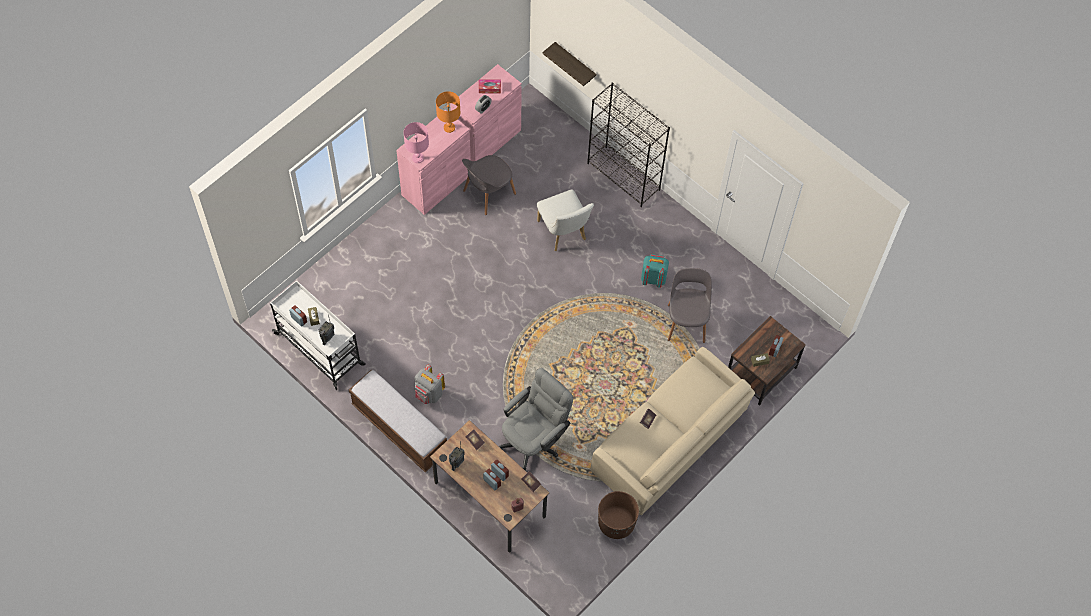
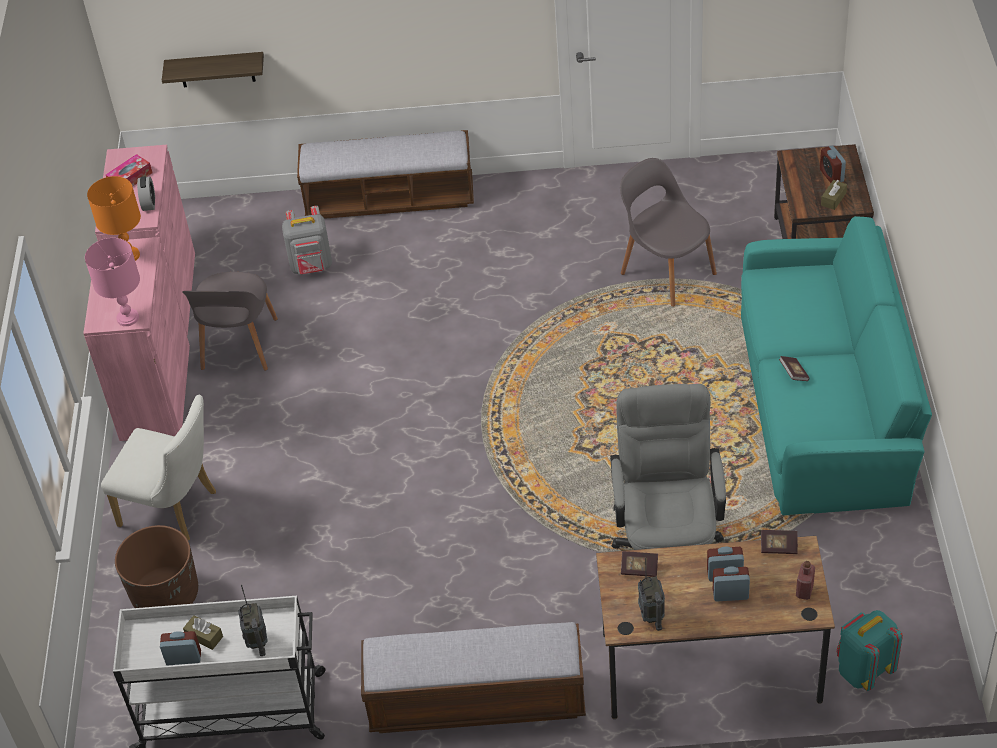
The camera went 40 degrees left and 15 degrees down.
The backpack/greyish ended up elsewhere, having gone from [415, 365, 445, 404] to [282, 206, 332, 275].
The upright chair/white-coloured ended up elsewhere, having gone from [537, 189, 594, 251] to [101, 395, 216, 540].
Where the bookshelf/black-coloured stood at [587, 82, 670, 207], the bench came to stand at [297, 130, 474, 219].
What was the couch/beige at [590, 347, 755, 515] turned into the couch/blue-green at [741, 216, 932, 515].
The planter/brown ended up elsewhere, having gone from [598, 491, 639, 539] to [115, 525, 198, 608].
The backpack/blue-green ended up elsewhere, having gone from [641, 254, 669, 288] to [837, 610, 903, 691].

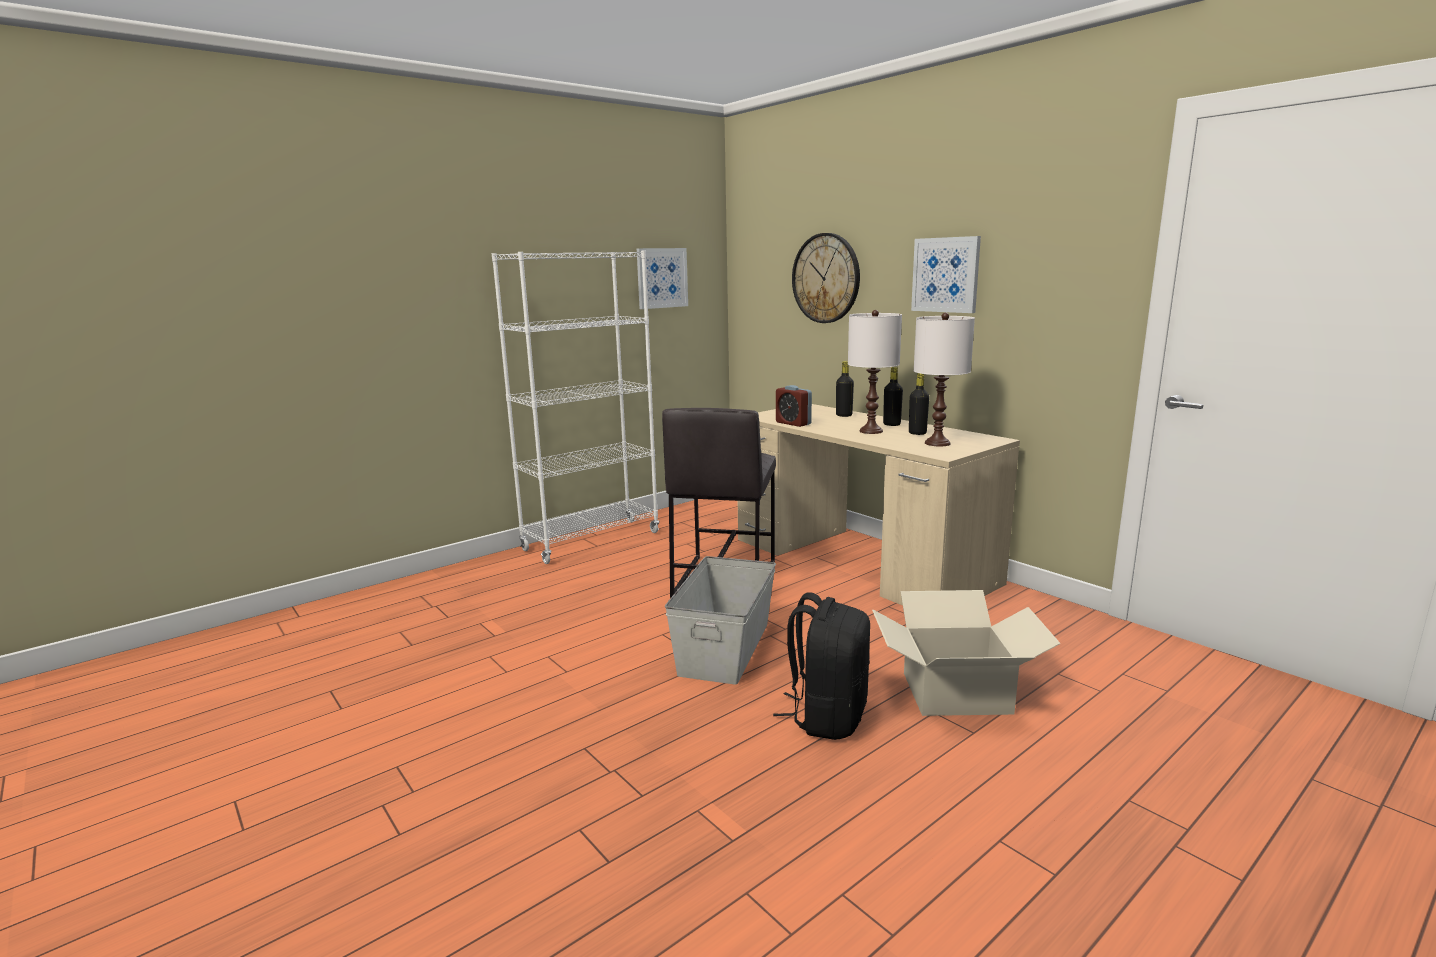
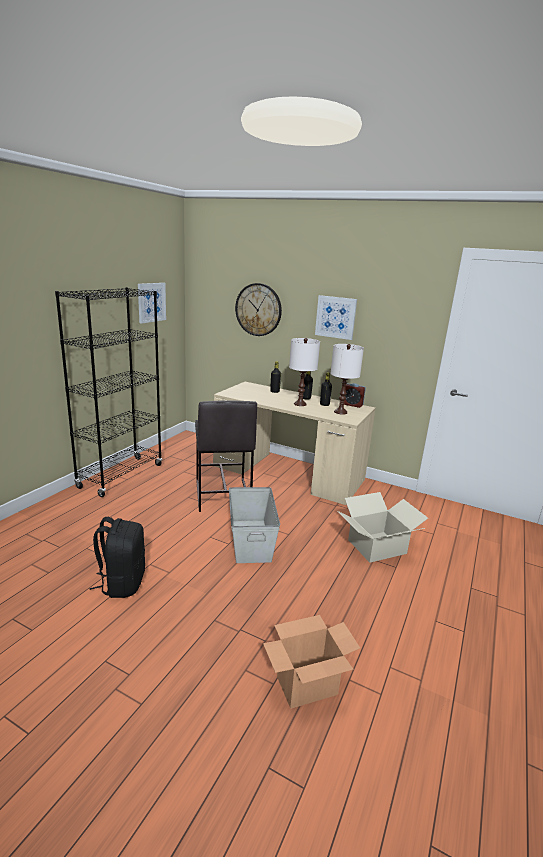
The camera went 25 degrees left and 5 degrees up.
What was the bookshelf/white-coloured at [492, 251, 659, 564] turned into the bookshelf/black-coloured at [55, 287, 162, 497].
The backpack/black-coloured ended up elsewhere, having gone from [773, 593, 870, 740] to [89, 517, 145, 598].
The table clock ended up elsewhere, having gone from [776, 385, 812, 427] to [344, 383, 366, 408].
The second view gained the packing box at [263, 615, 360, 709].

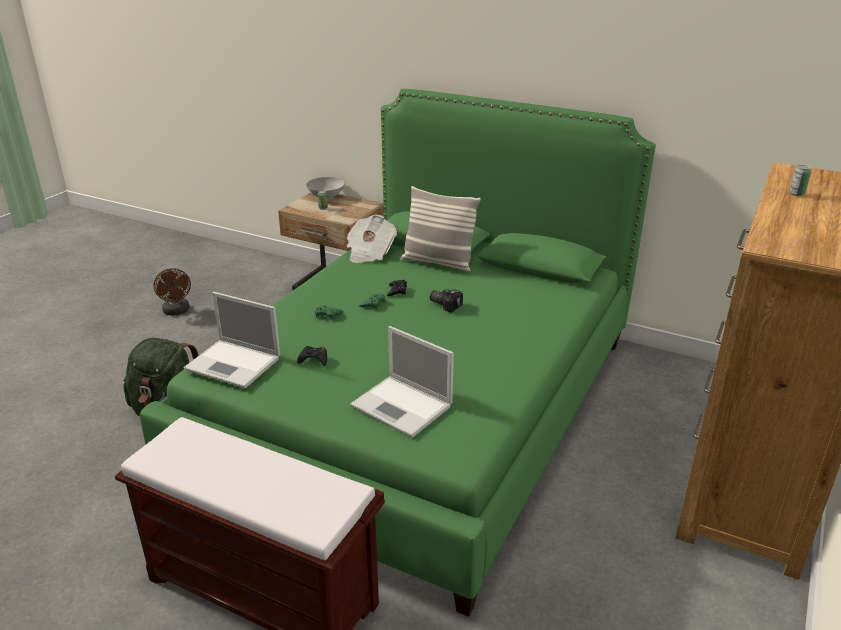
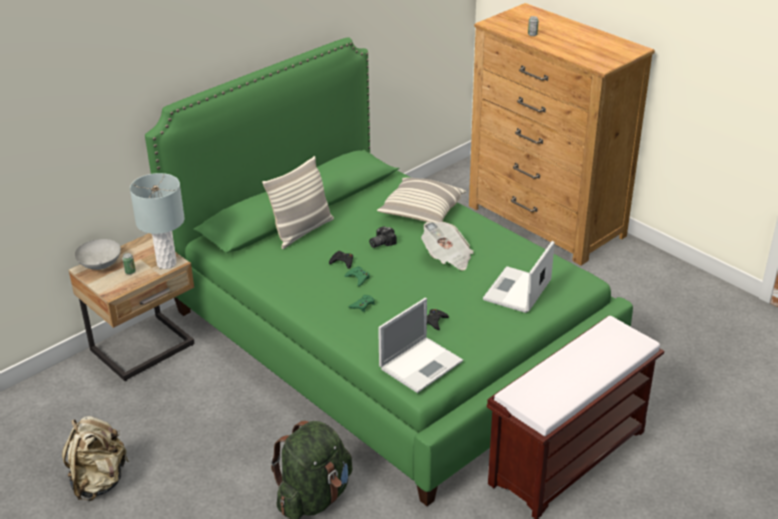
The camera went 70 degrees left and 5 degrees up.
Where the fan/brown stood at [154, 268, 191, 315], the backpack/beige came to stand at [62, 416, 129, 501].
The newspaper ended up elsewhere, having gone from [347, 215, 397, 263] to [421, 221, 474, 270].
The portable computer at [350, 326, 454, 438] ended up facing another way, 150 degrees clockwise from before.
The second view gained the tabletop lamp/greyish at [130, 173, 185, 269].
The second view gained the cushion at [377, 178, 466, 222].

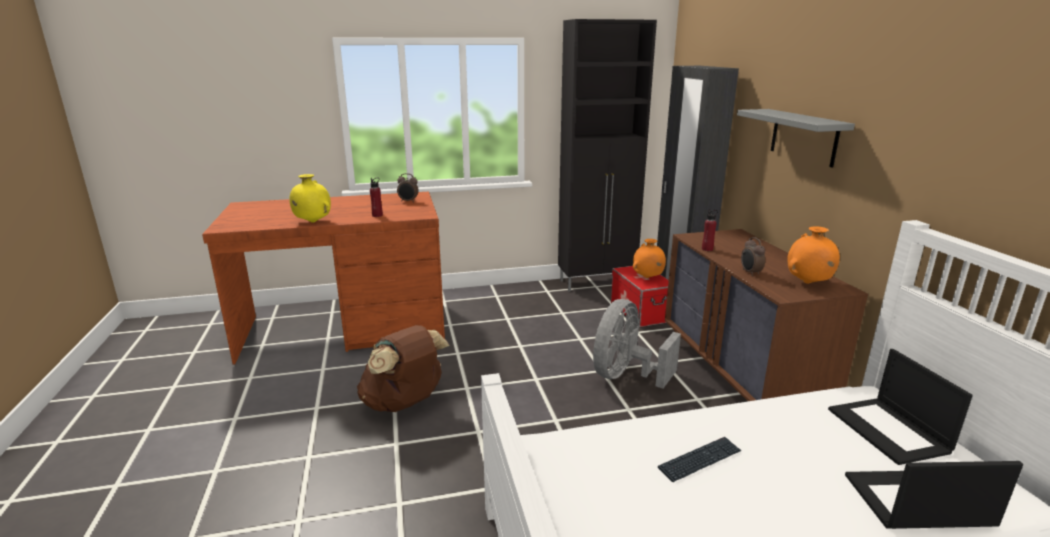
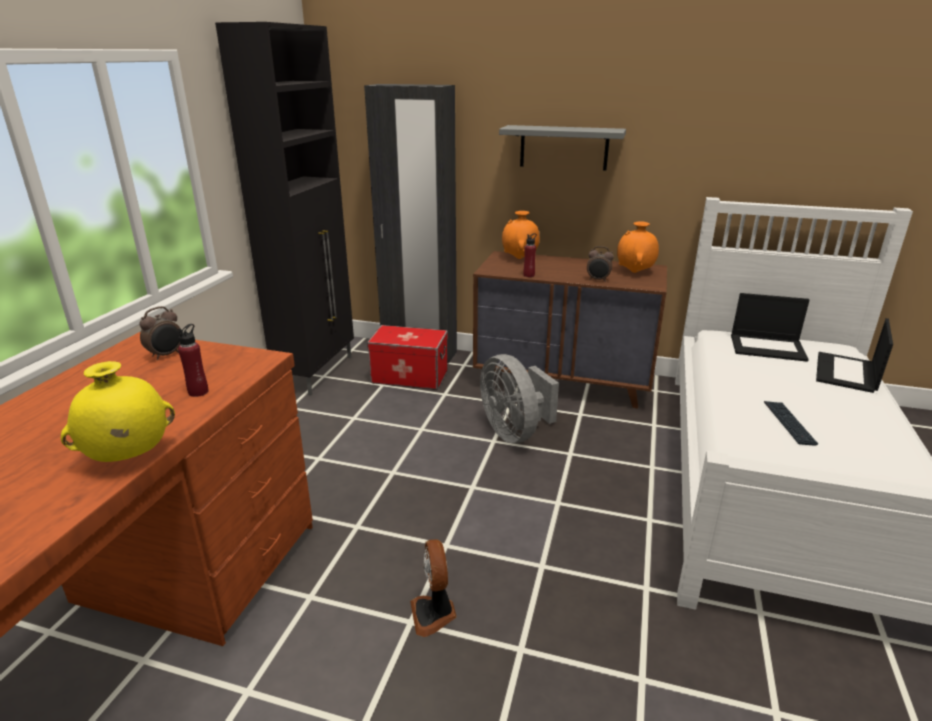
The camera went 60 degrees left and 5 degrees up.
Where the backpack/brown stood at [357, 325, 449, 412], the fan came to stand at [410, 540, 457, 637].
The decorative vase/orangey ended up elsewhere, having gone from [633, 239, 666, 278] to [502, 211, 540, 259].

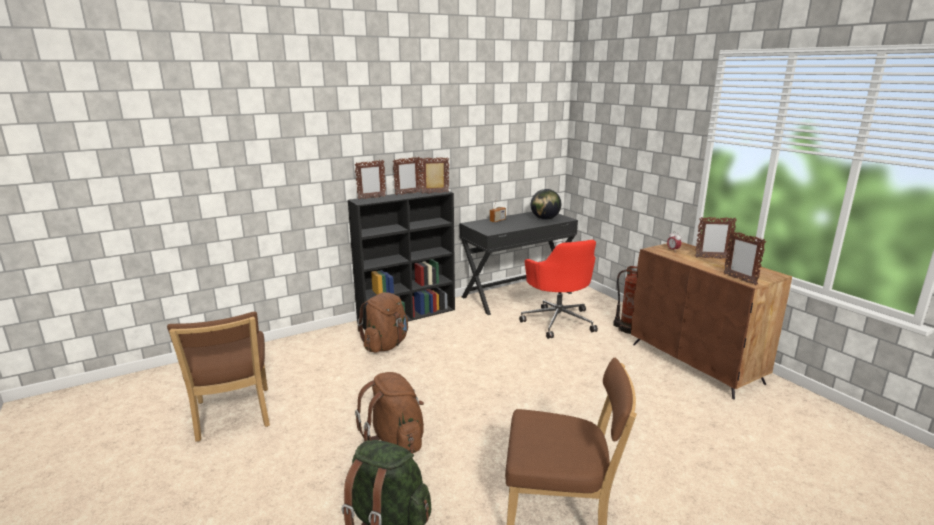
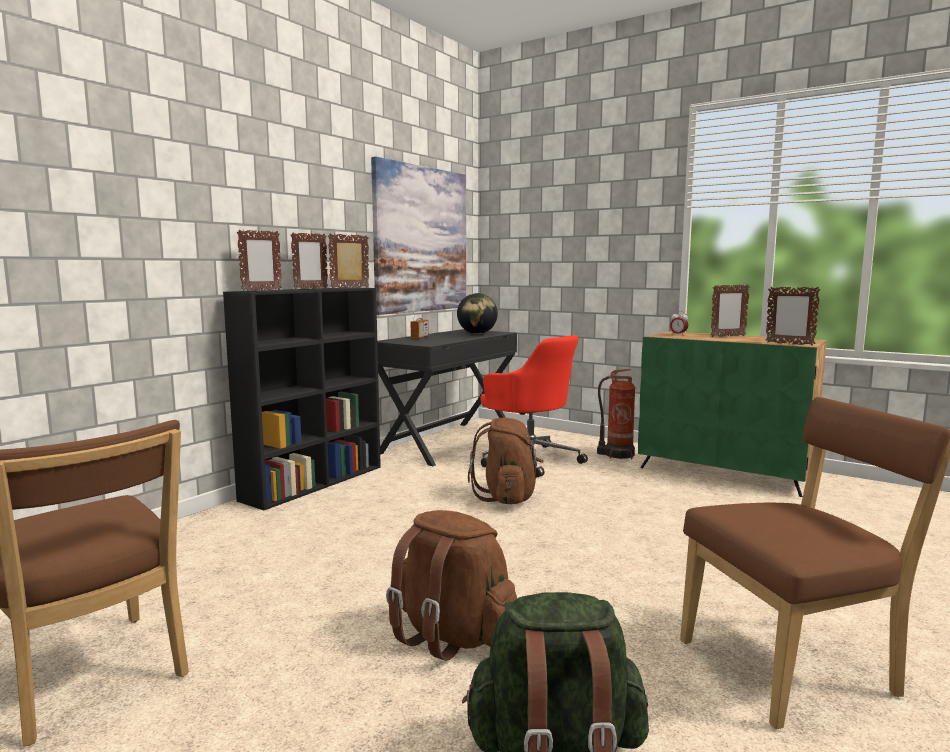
The camera went 25 degrees left and 10 degrees down.
The backpack/brown ended up elsewhere, having gone from [357, 292, 408, 353] to [468, 418, 544, 504].
What was the cupboard/brown at [631, 242, 792, 400] turned into the cupboard/greenish at [638, 331, 827, 497].
The second view gained the picture at [371, 156, 466, 315].

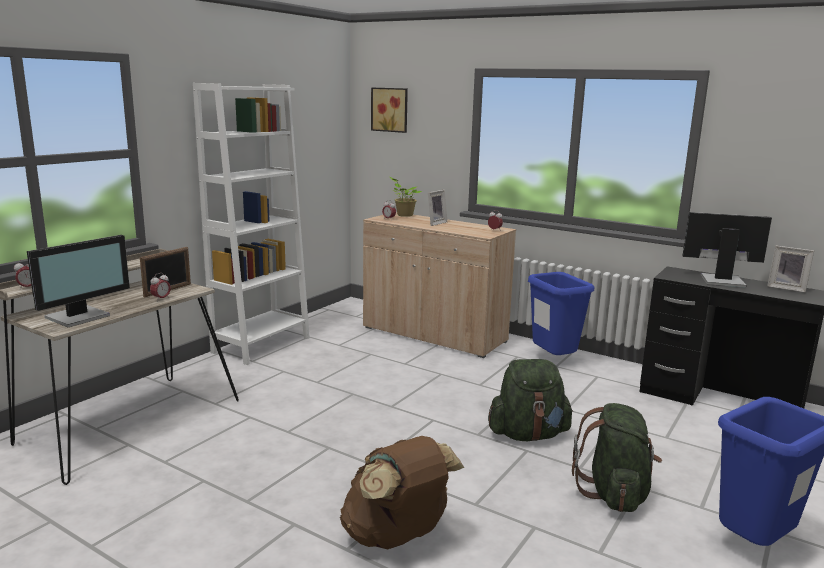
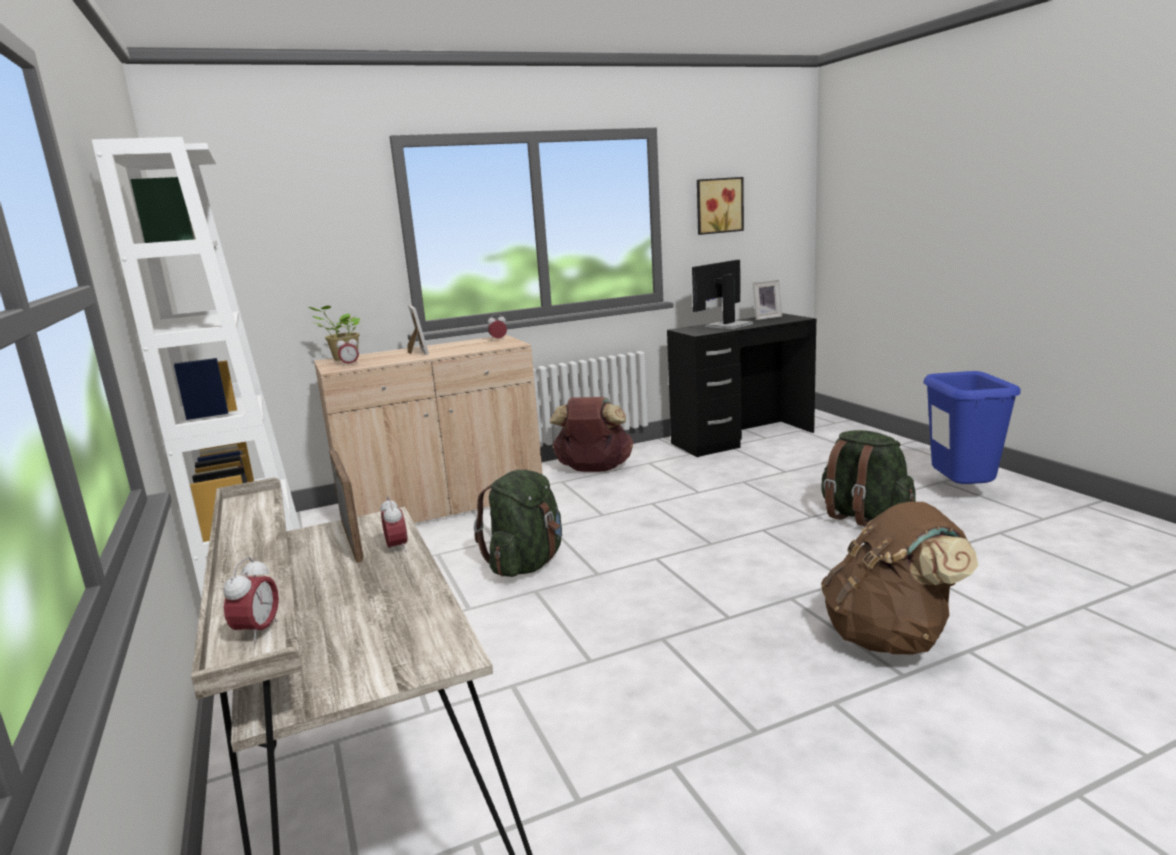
The camera went 55 degrees left and 0 degrees up.
The second view lost the computer screen at [27, 235, 130, 327].
The picture ended up elsewhere, having gone from [371, 88, 408, 133] to [697, 177, 744, 235].
The backpack/greenish ended up elsewhere, having gone from [488, 359, 573, 441] to [474, 470, 562, 577].
Where the rubbish bin/bluish stood at [528, 272, 594, 355], the backpack/brown came to stand at [550, 397, 634, 472].

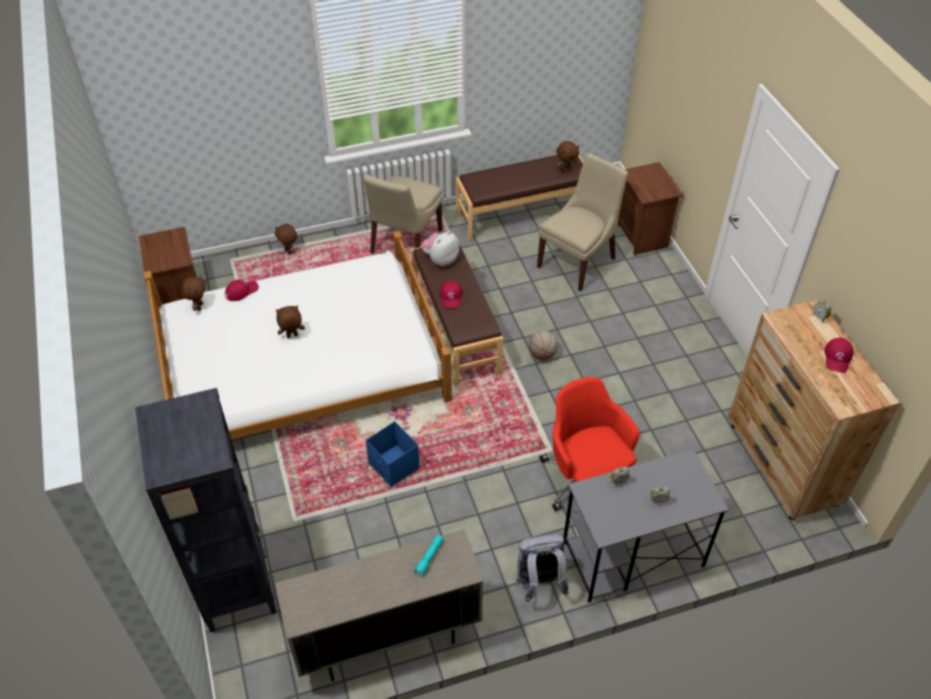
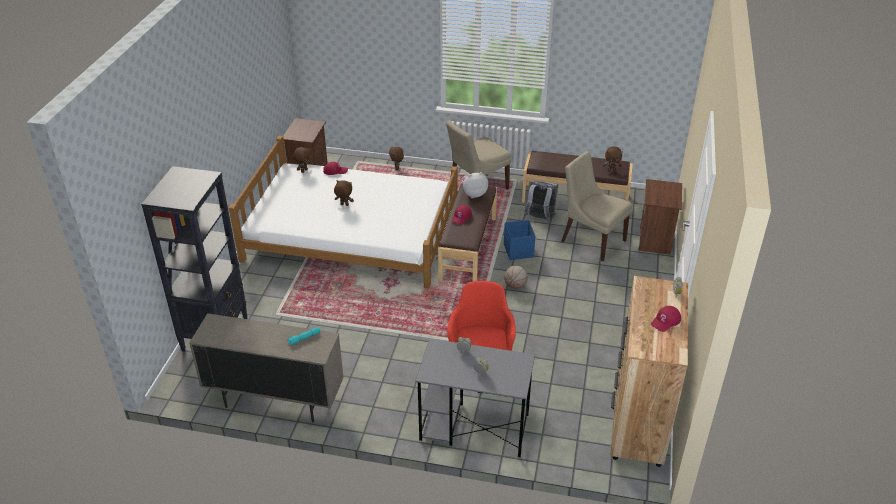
The camera went 30 degrees right and 10 degrees down.
The storage container/bluish ended up elsewhere, having gone from [366, 421, 420, 487] to [504, 220, 535, 260].
The backpack/greyish ended up elsewhere, having gone from [516, 534, 569, 602] to [524, 181, 558, 221].
The upright chair/beige at [537, 153, 628, 291] ended up facing another way, 120 degrees counterclockwise from before.

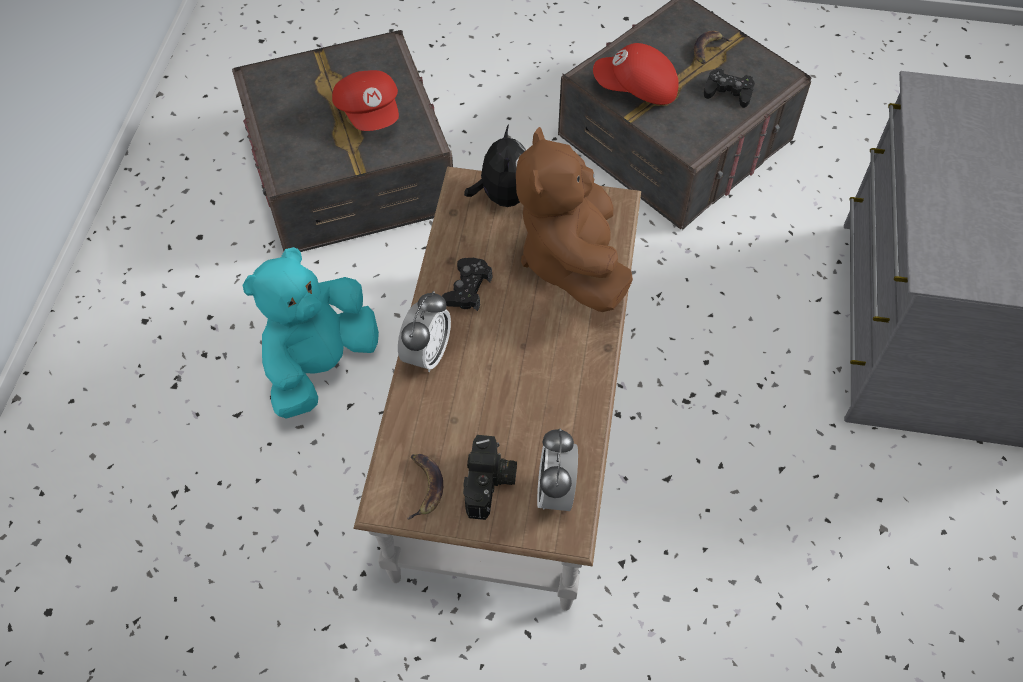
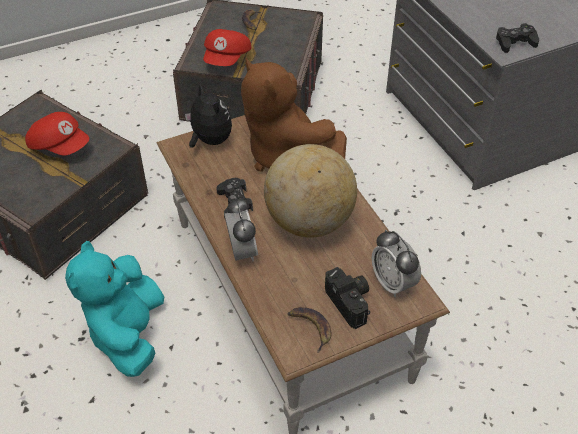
The camera went 35 degrees left and 10 degrees down.
The baseball cap/red-coloured at [593, 43, 679, 105] ended up facing another way, 45 degrees counterclockwise from before.
The joypad/black-coloured ended up elsewhere, having gone from [704, 68, 755, 108] to [496, 23, 539, 53].
The second view gained the globe at [264, 144, 357, 238].

